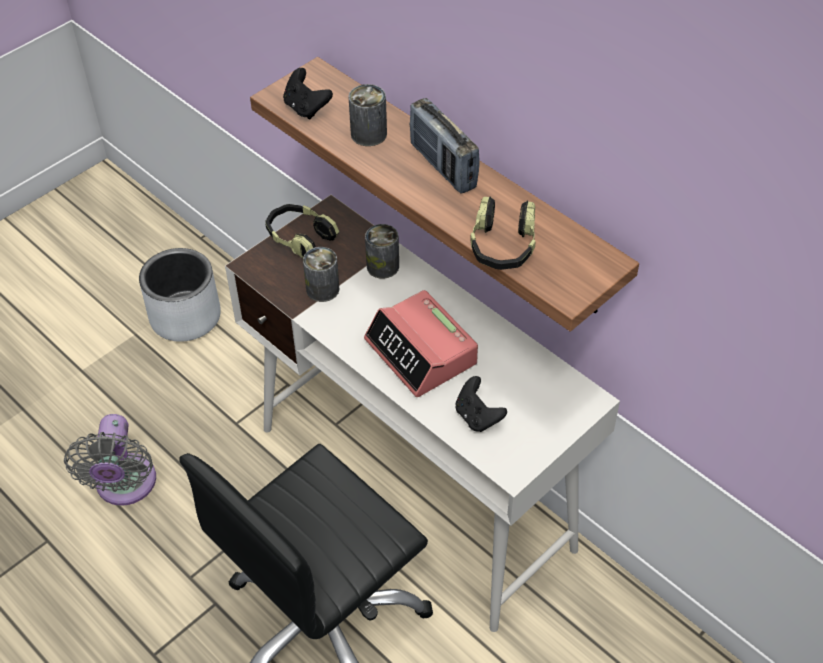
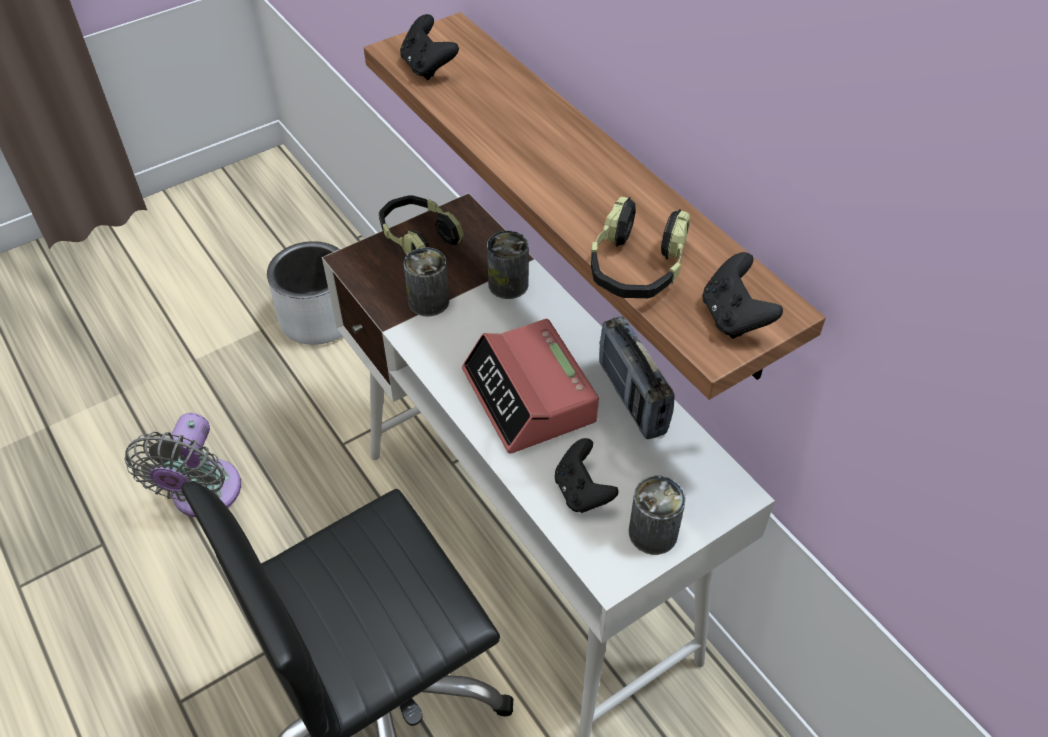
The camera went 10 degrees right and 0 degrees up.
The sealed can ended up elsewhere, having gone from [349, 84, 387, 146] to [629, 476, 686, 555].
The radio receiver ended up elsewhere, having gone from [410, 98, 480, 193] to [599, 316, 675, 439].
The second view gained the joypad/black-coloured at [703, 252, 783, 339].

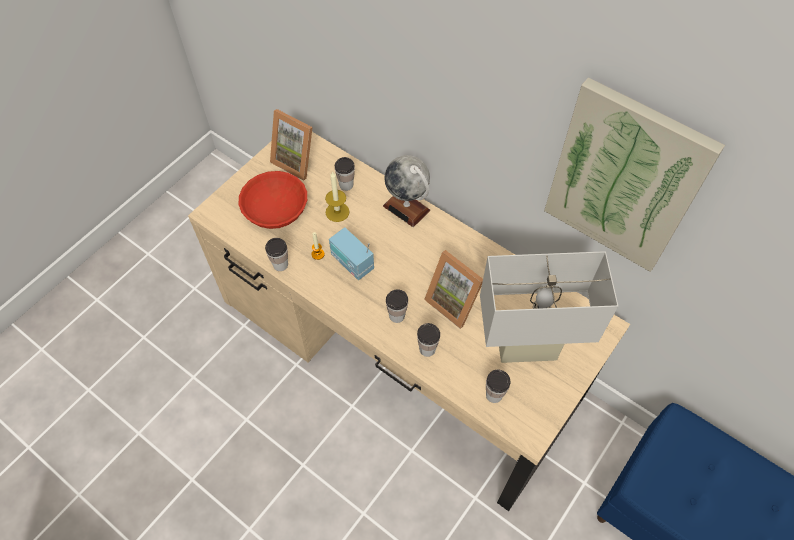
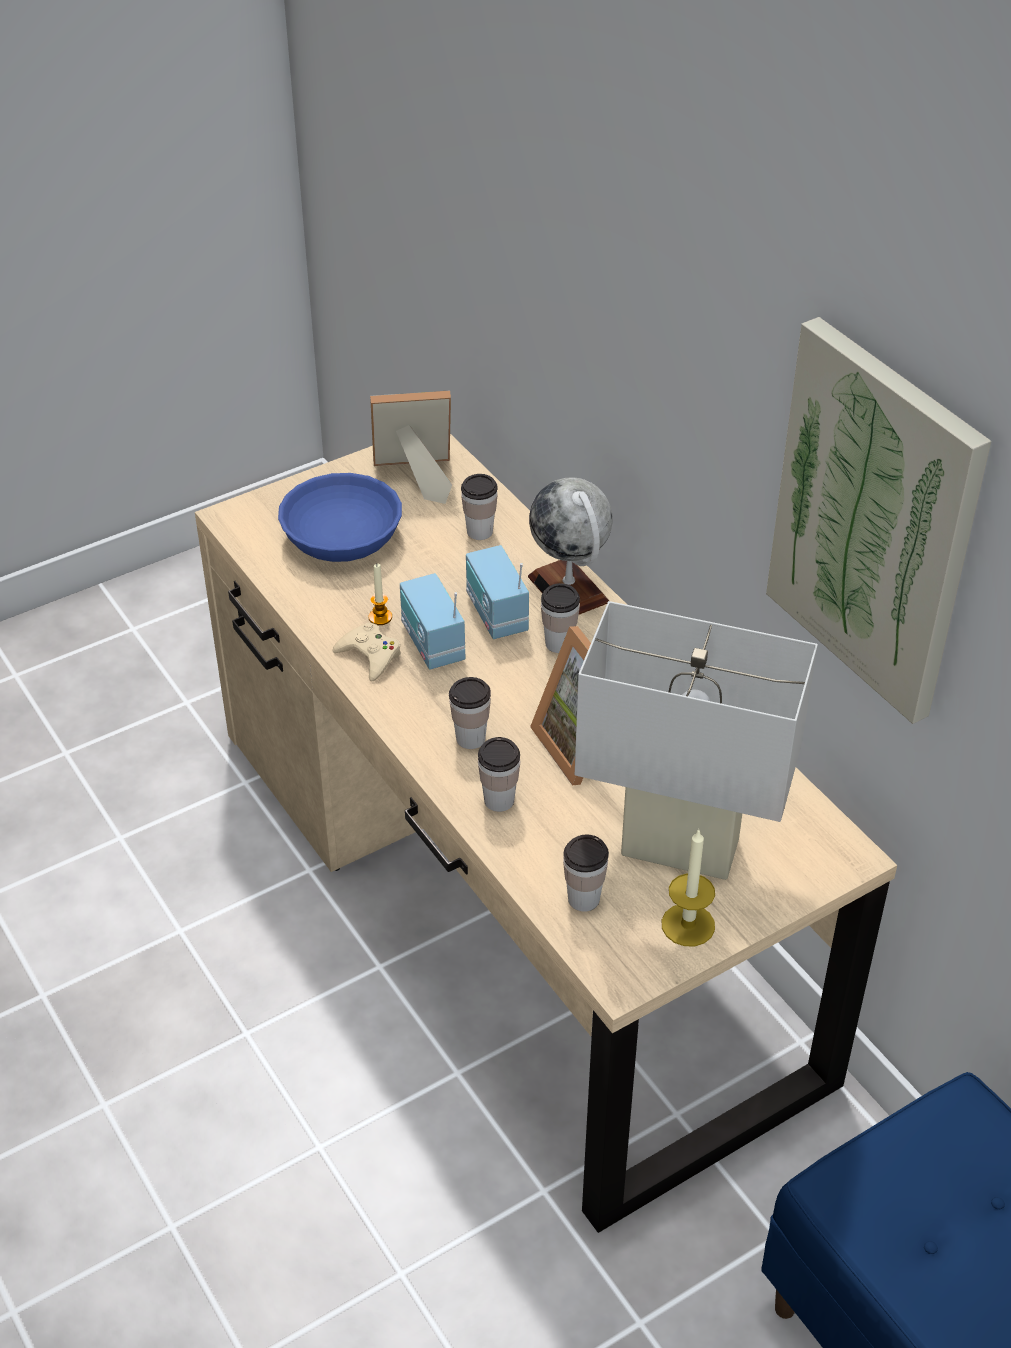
The camera went 20 degrees right and 15 degrees down.
What was the bowl/red-coloured at [238, 171, 307, 229] turned into the bowl/bluish at [278, 473, 402, 562].
The small cup ended up elsewhere, having gone from [265, 238, 288, 271] to [541, 583, 580, 653].
The photo frame at [270, 109, 313, 181] ended up facing another way, 120 degrees clockwise from before.
The wax candle ended up elsewhere, having gone from [325, 171, 349, 222] to [662, 829, 715, 946].
The second view gained the joypad/beige at [332, 623, 401, 682].
The second view gained the radio receiver at [466, 545, 529, 639].

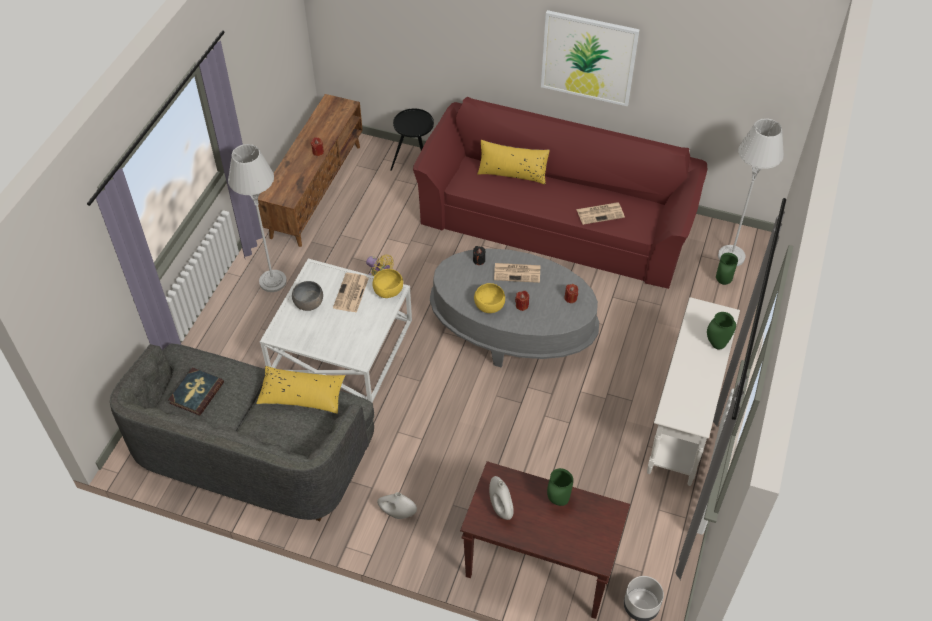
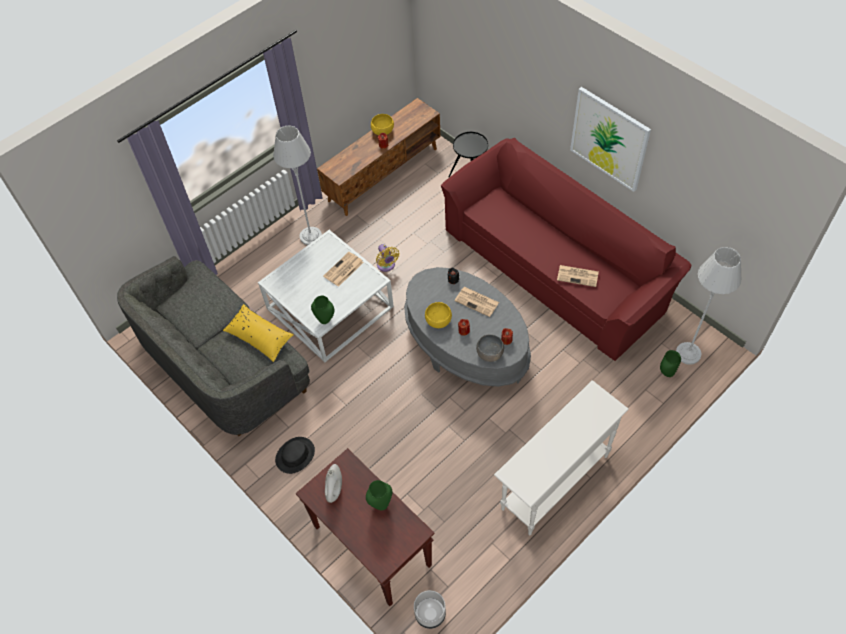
The camera went 30 degrees right and 5 degrees up.
The second view lost the volume at [168, 367, 224, 416].
The bowl/greyish ended up elsewhere, having gone from [292, 281, 323, 311] to [476, 334, 504, 362].
The bowl/yellowish ended up elsewhere, having gone from [373, 269, 403, 298] to [371, 114, 394, 135].
Where the decorative vase/white-coloured stood at [377, 492, 417, 519], the hat/black-coloured came to stand at [275, 437, 315, 474].
The second view lost the cushion/yellowish at [477, 140, 550, 184].
The decorative vase/greenish ended up elsewhere, having gone from [707, 312, 736, 349] to [311, 296, 335, 324].

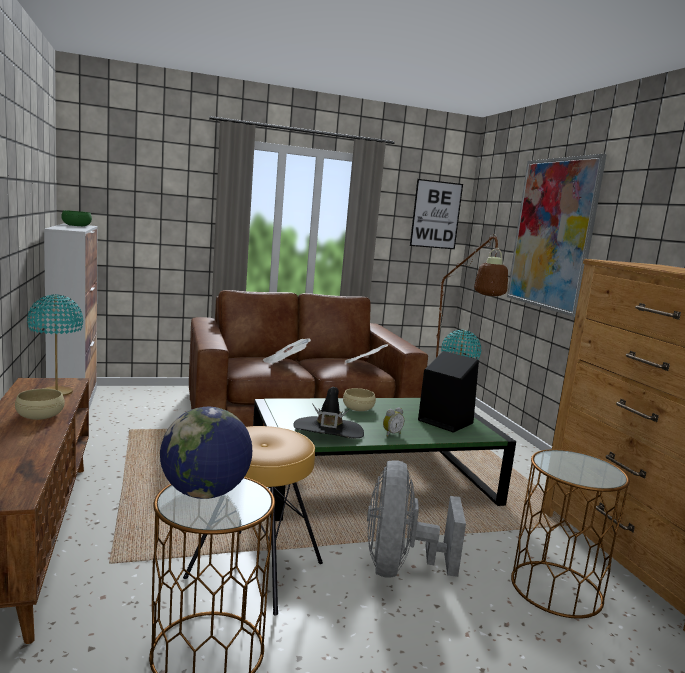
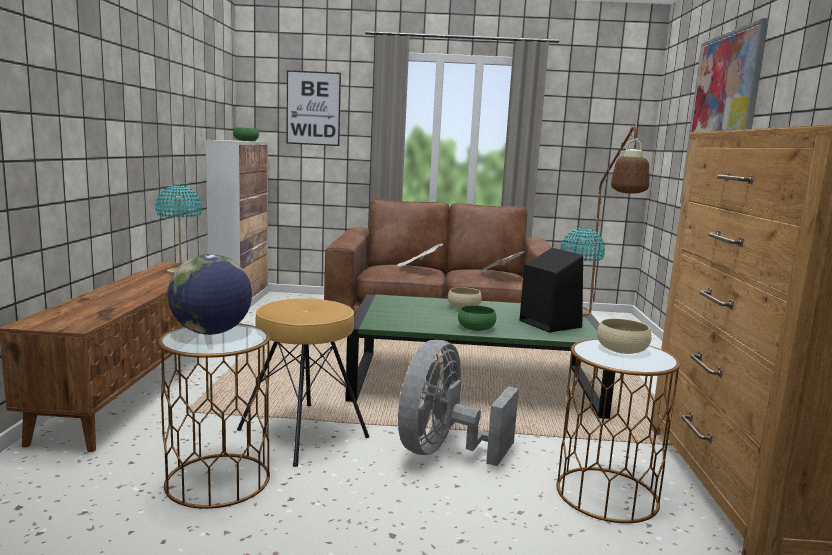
The camera went 20 degrees right and 0 degrees up.
The bowl/beige ended up elsewhere, having gone from [15, 389, 65, 420] to [597, 318, 652, 354].
The second view lost the hat/black-coloured at [293, 387, 364, 438].
Where the table clock stood at [383, 407, 404, 437], the bowl/greenish came to stand at [458, 305, 496, 331].
The picture ended up elsewhere, having gone from [410, 179, 463, 249] to [286, 70, 341, 146].

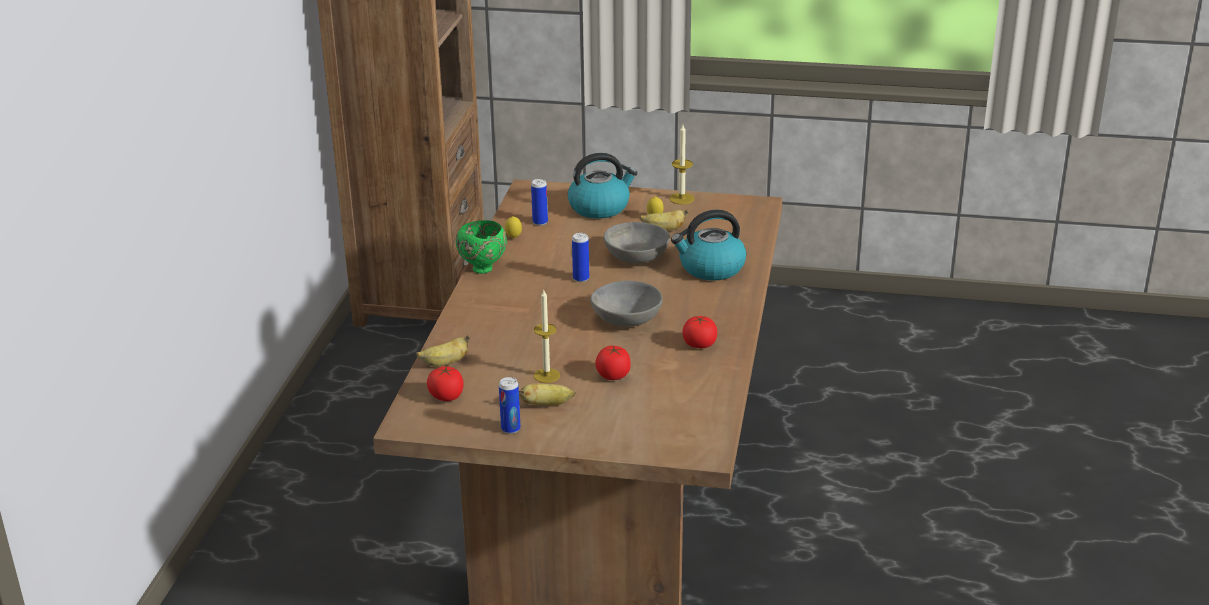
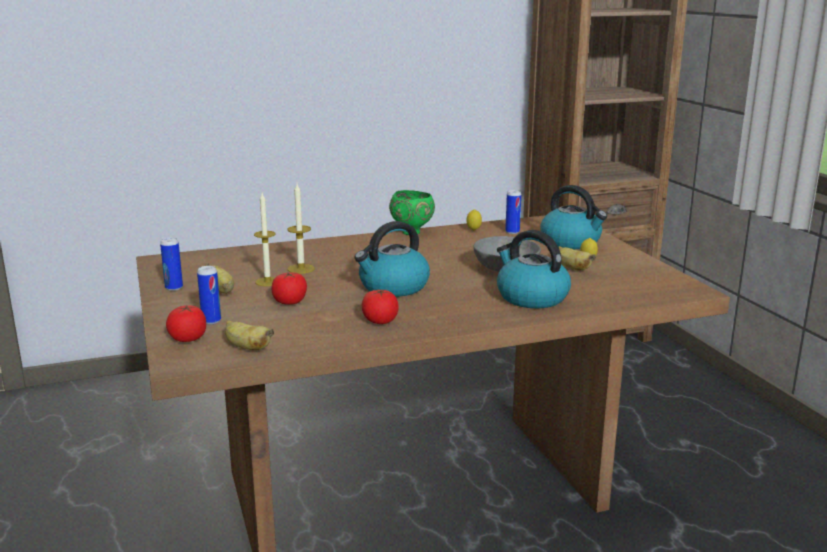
The camera went 60 degrees right and 10 degrees down.
The whole banana ended up elsewhere, having gone from [416, 335, 470, 367] to [225, 320, 274, 350].
The tomato ended up elsewhere, having gone from [427, 366, 464, 401] to [166, 305, 206, 342].
The sealed can ended up elsewhere, having gone from [572, 233, 589, 282] to [197, 266, 221, 324].
Where the bowl/greyish stood at [590, 280, 662, 327], the kettle came to stand at [355, 221, 430, 297].
The wax candle ended up elsewhere, having gone from [670, 125, 694, 204] to [287, 184, 315, 274].

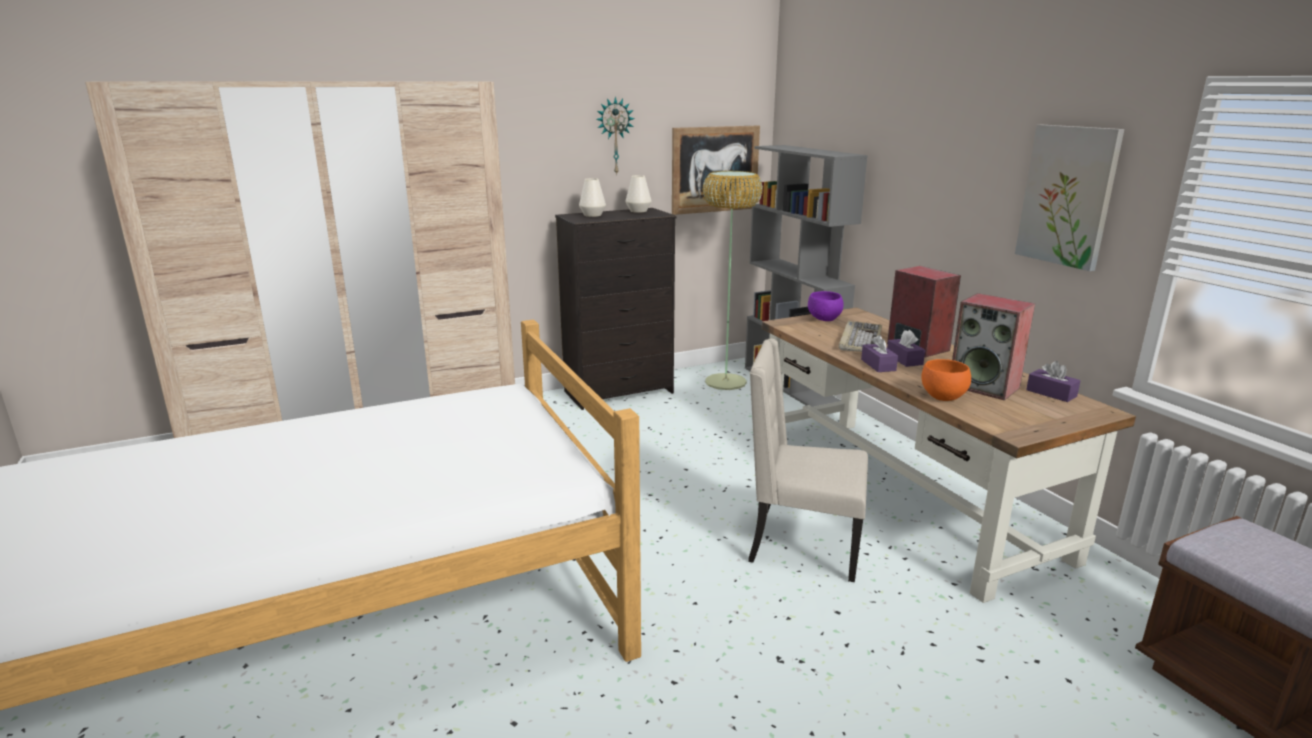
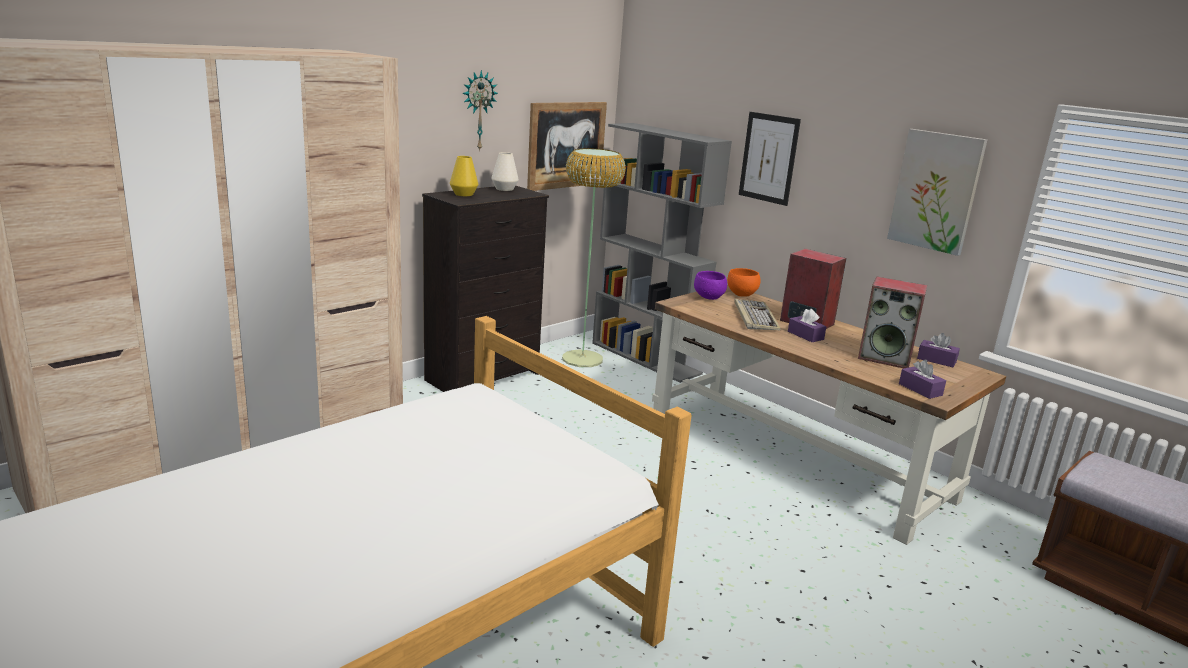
The camera went 20 degrees left and 0 degrees up.
What was the decorative vase/white-coloured at [579, 178, 606, 217] turned into the decorative vase/yellowish at [450, 156, 478, 196].
The second view lost the upright chair/beige at [748, 339, 868, 582].
The tissue holder/purplish ended up elsewhere, having gone from [861, 335, 898, 372] to [899, 360, 946, 399].
The bowl/orangey ended up elsewhere, having gone from [922, 359, 971, 401] to [727, 268, 760, 297].
The second view gained the picture at [739, 112, 801, 206].

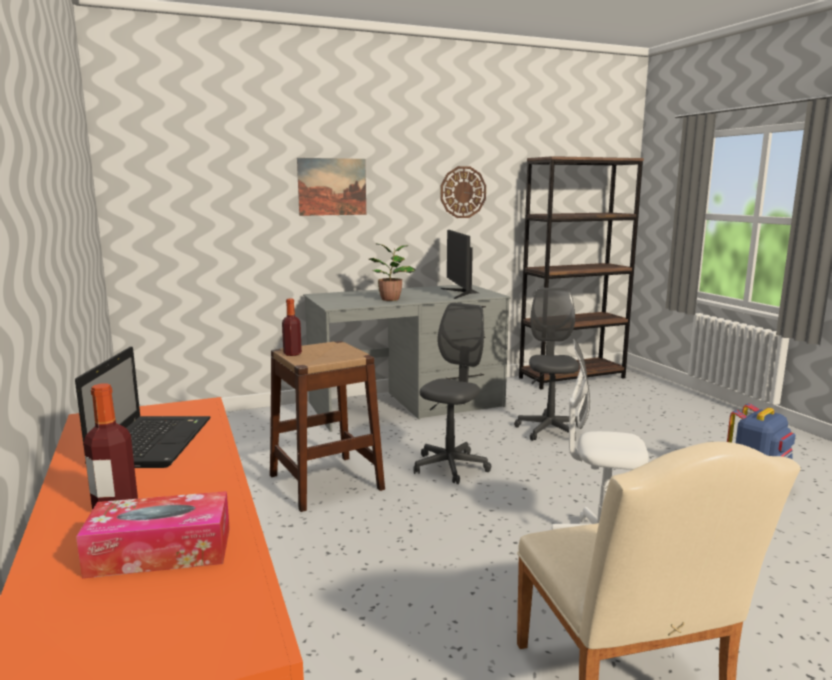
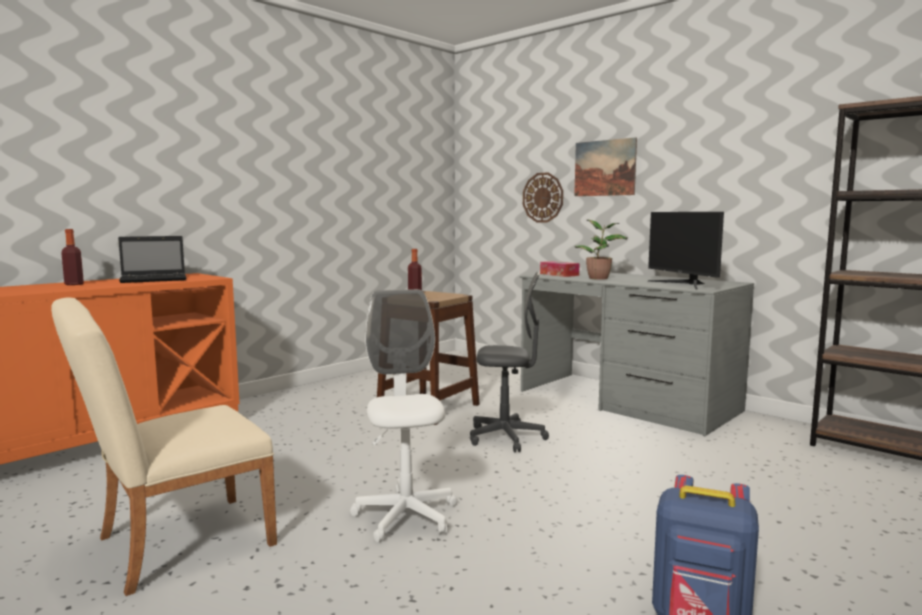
The camera went 65 degrees right and 5 degrees down.
The tissue holder ended up elsewhere, having gone from [76, 491, 230, 578] to [540, 261, 579, 277].
The clock on the wall ended up elsewhere, having gone from [440, 166, 486, 218] to [523, 172, 563, 223].
The computer screen at [441, 230, 479, 299] ended up facing another way, 75 degrees counterclockwise from before.
The second view lost the computer chair/greyish at [514, 288, 581, 441].

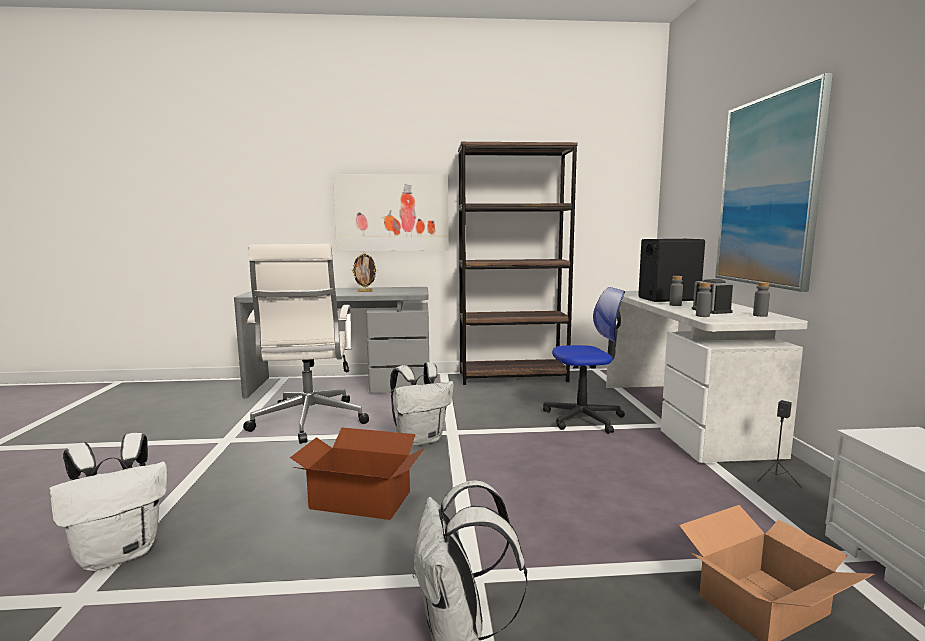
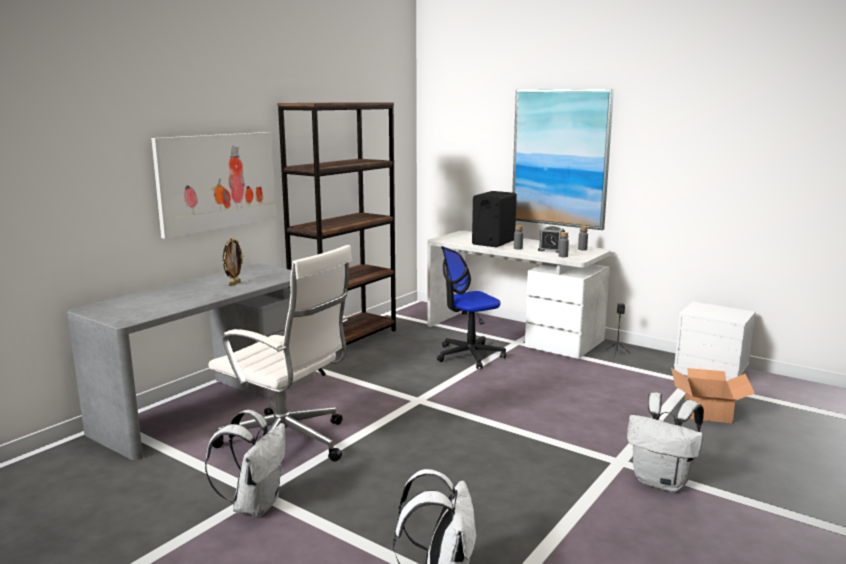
The camera went 50 degrees left and 5 degrees up.
The second view lost the packing box at [290, 427, 425, 520].
The backpack/white-coloured ended up elsewhere, having gone from [390, 362, 454, 446] to [205, 410, 285, 517].
The computer chair at [543, 287, 625, 434] ended up facing another way, 150 degrees counterclockwise from before.

